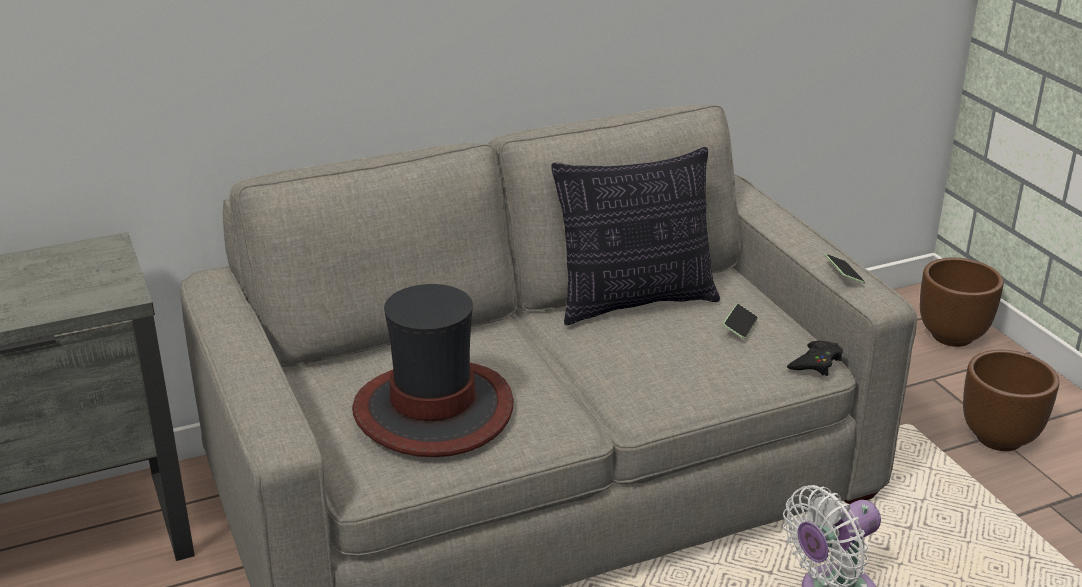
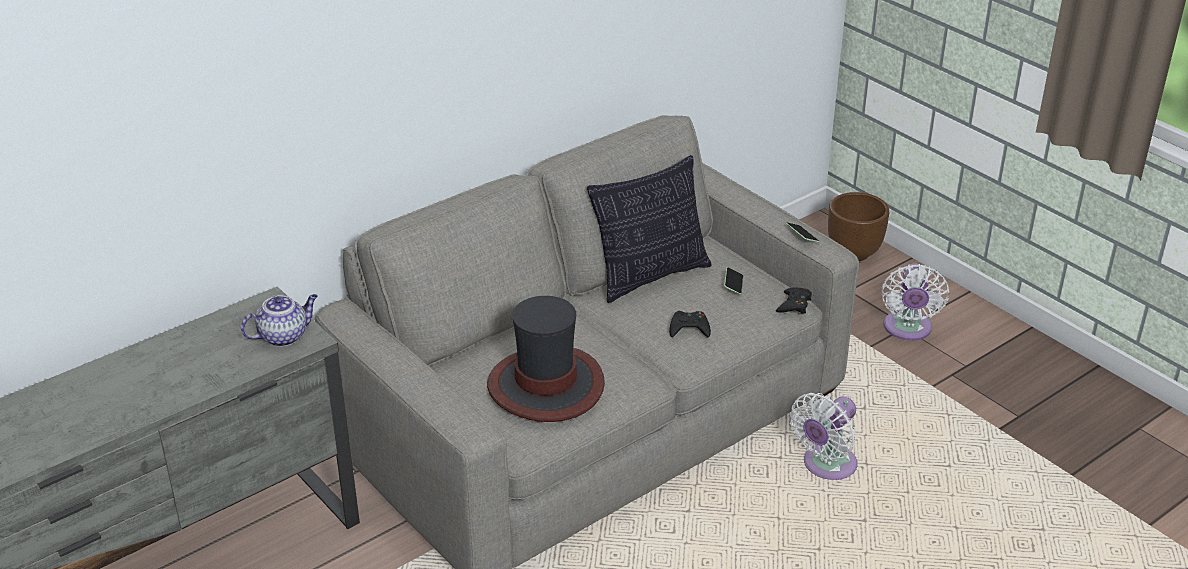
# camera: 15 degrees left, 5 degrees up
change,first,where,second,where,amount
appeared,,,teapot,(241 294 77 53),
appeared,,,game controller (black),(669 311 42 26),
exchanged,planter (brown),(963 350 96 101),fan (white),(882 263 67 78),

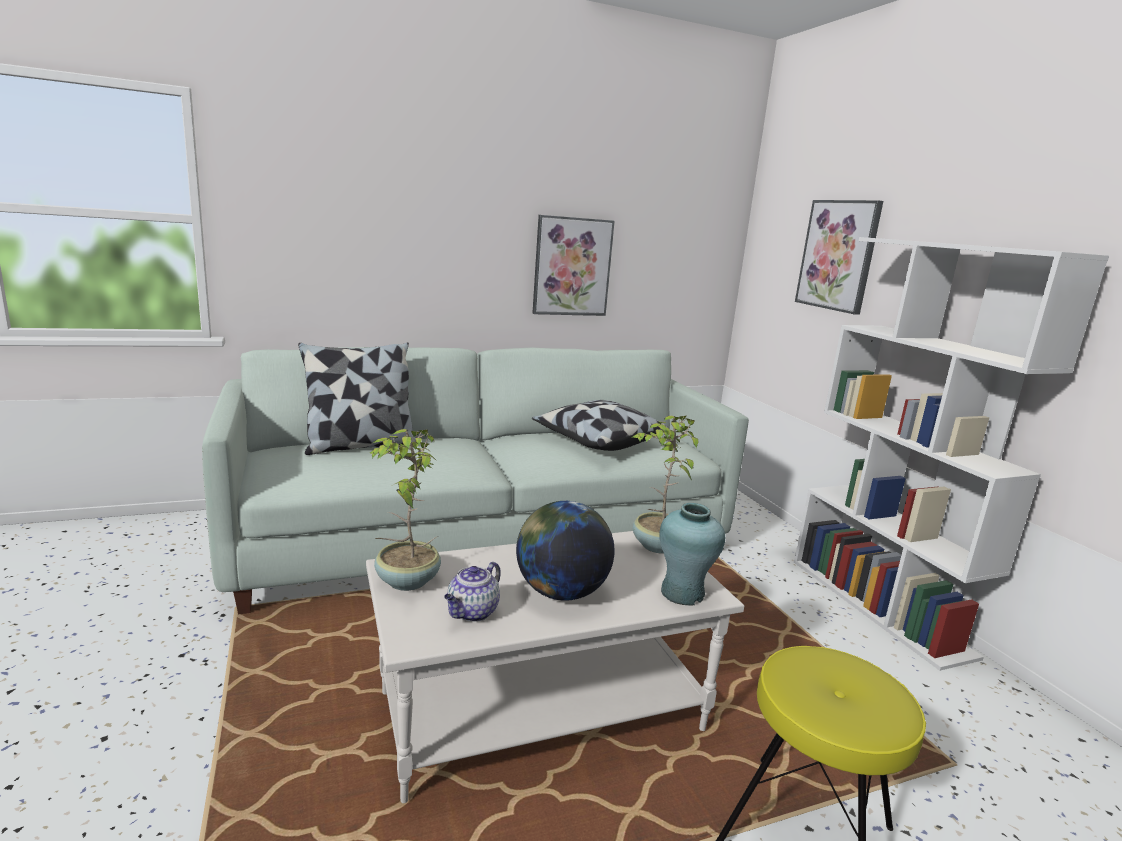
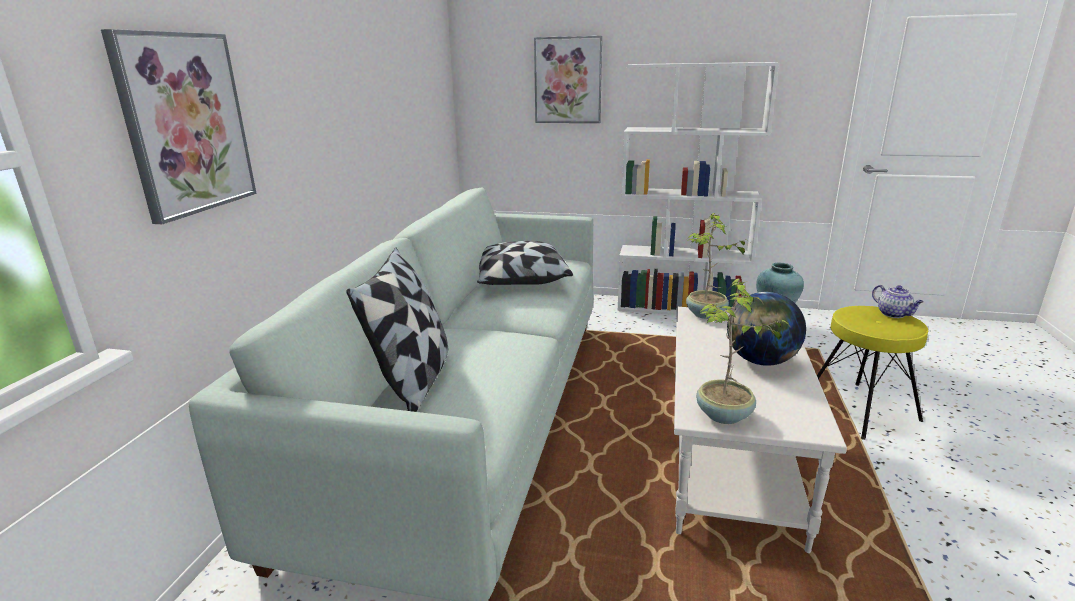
# camera: 55 degrees left, 5 degrees up
change,first,where,second,where,amount
relocated,teapot,(444 562 57 60),,(872 285 52 33),
relocated,picture,(533 215 82 101),,(101 29 156 195),

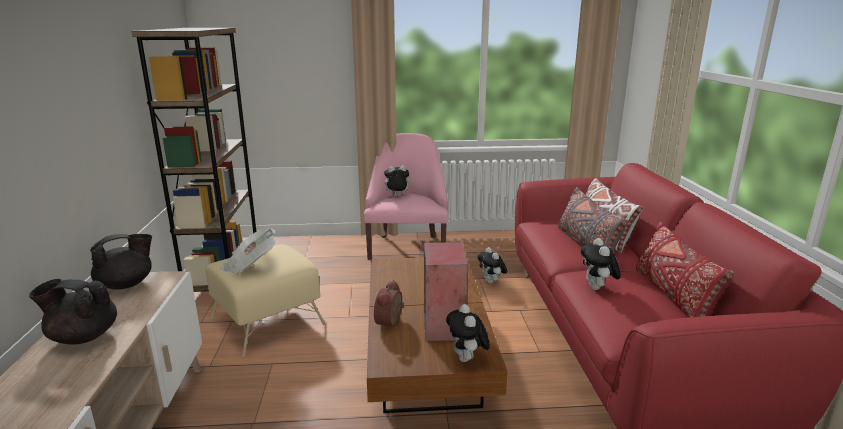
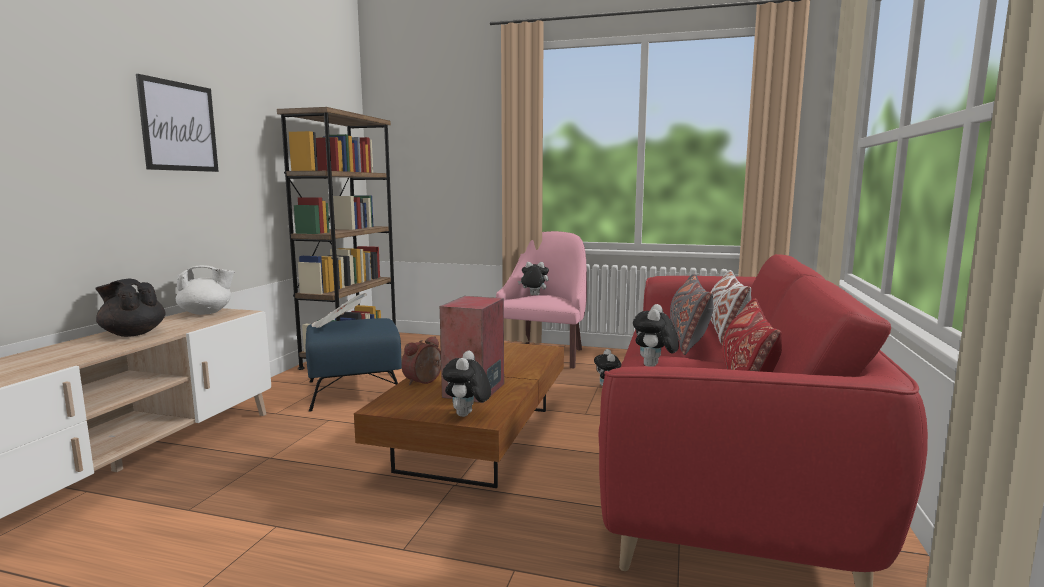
# camera: 20 degrees right, 10 degrees down
change,first,where,second,where,amount
appeared,,,picture,(136 74 83 98),
colour,teapot (black),(90 234 62 56),teapot (white),(176 265 59 50),
colour,ottoman (beige),(206 244 120 113),ottoman (blue),(306 318 96 94),

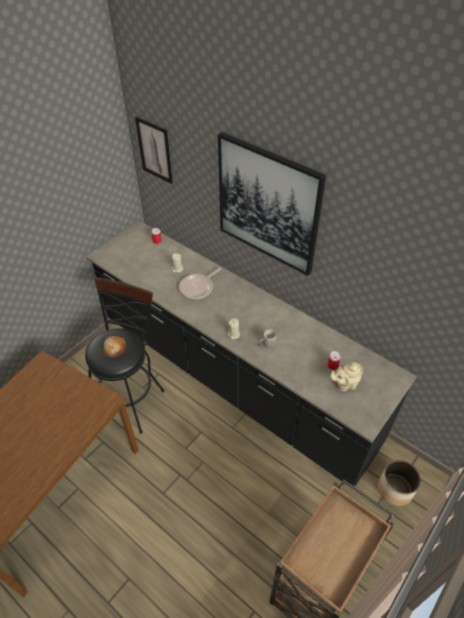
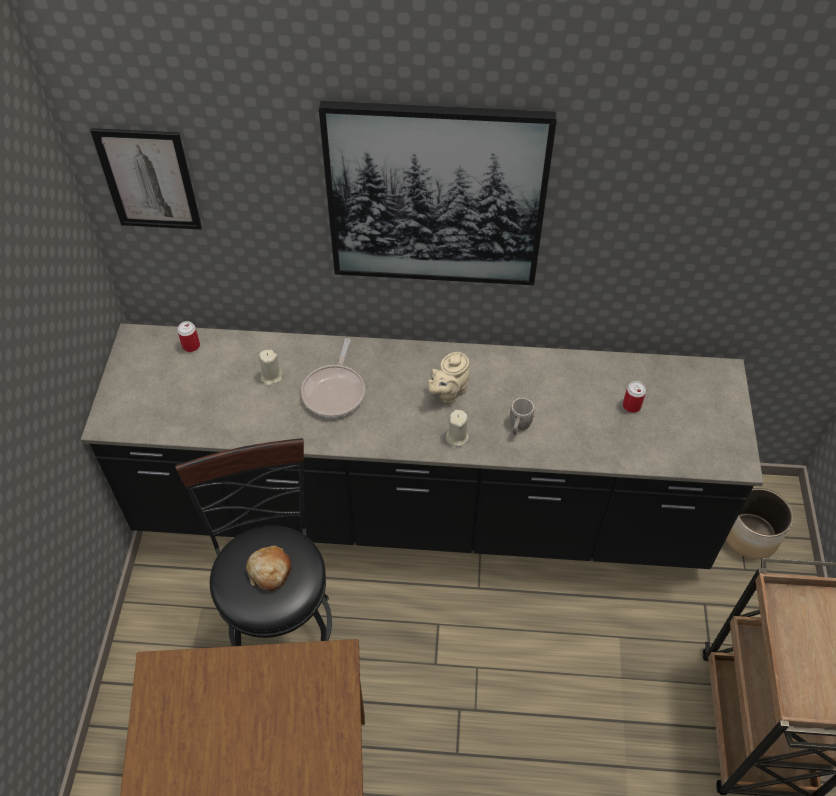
# camera: 35 degrees left, 5 degrees up
change,first,where,second,where,amount
relocated,teapot (beige),(330 363 33 28),,(428 352 42 52),

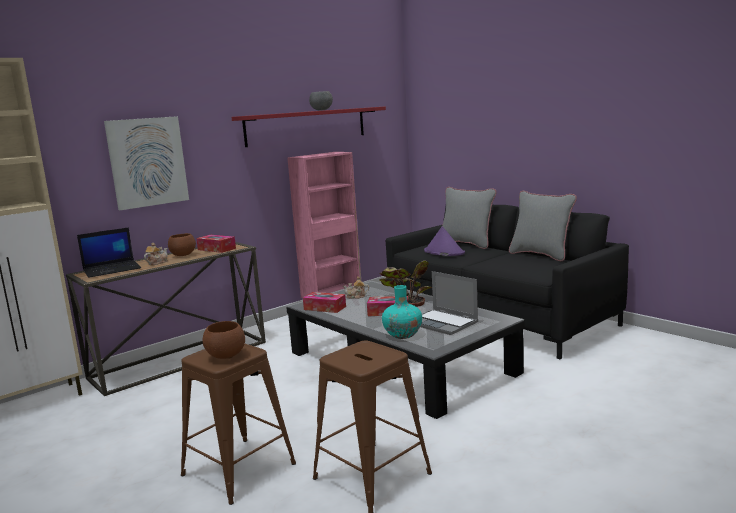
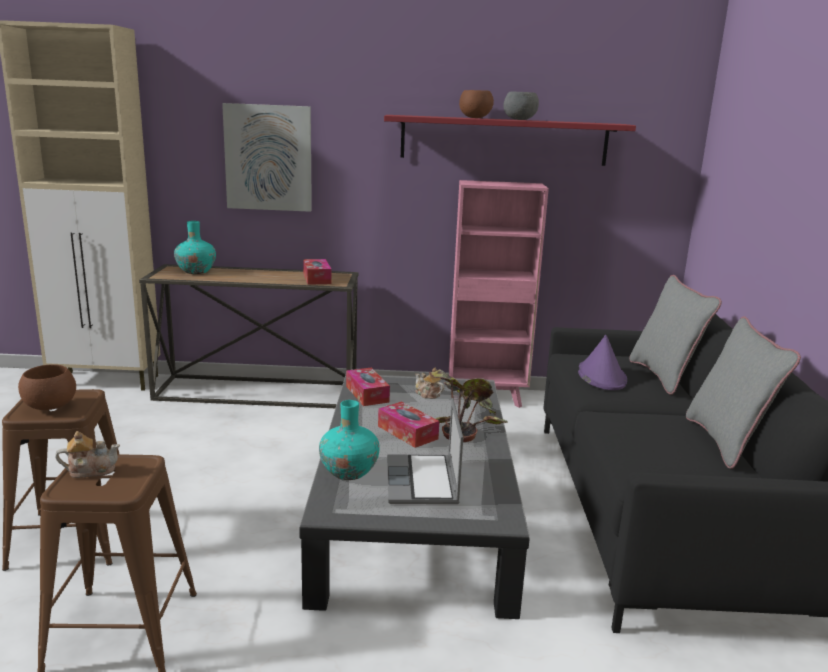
# camera: 40 degrees right, 5 degrees up
change,first,where,second,where,amount
relocated,teapot,(144 243 24 22),,(55 431 65 47),
relocated,bowl (brown),(168 233 28 23),,(459 90 35 28),
exchanged,laptop,(77 227 64 51),vase (turquoise),(174 221 42 53),

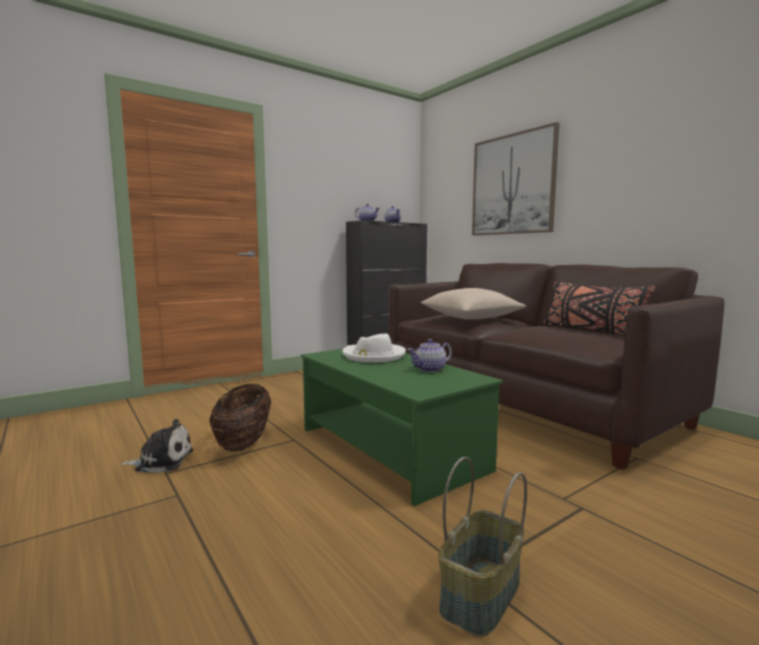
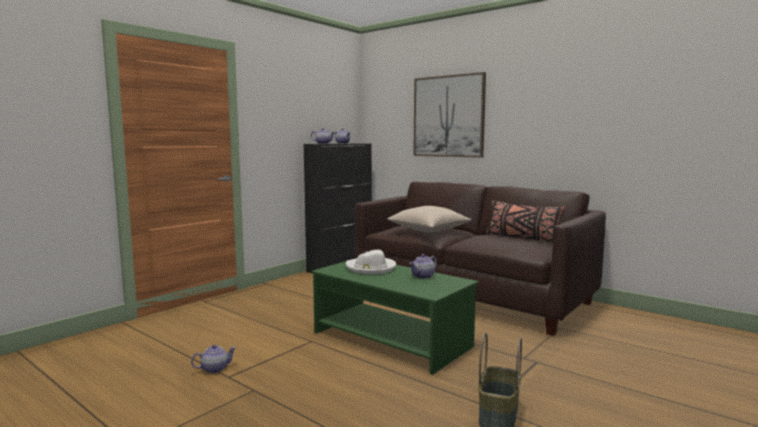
# camera: 15 degrees left, 0 degrees up
change,first,where,second,where,amount
missing,basket,(209 384 62 68),,,
exchanged,plush toy,(120 419 73 54),teapot,(191 345 45 28),

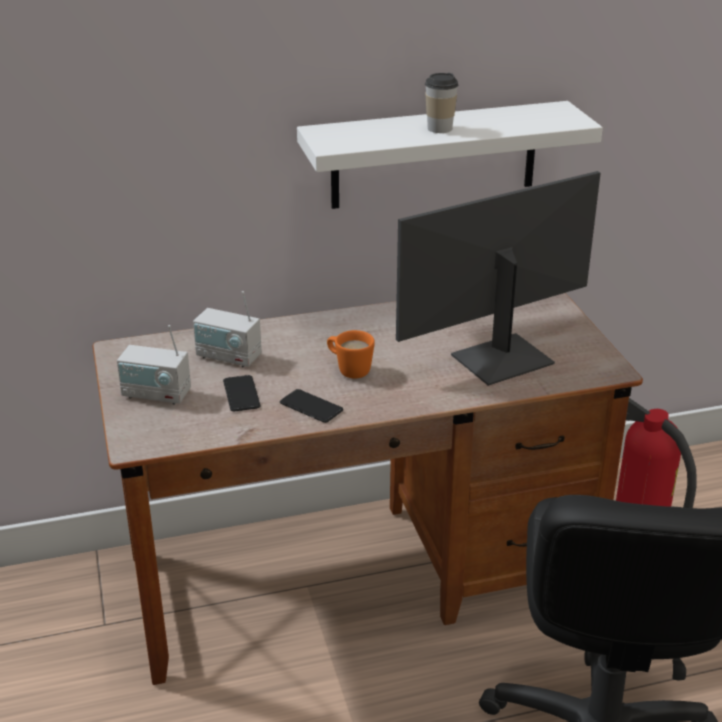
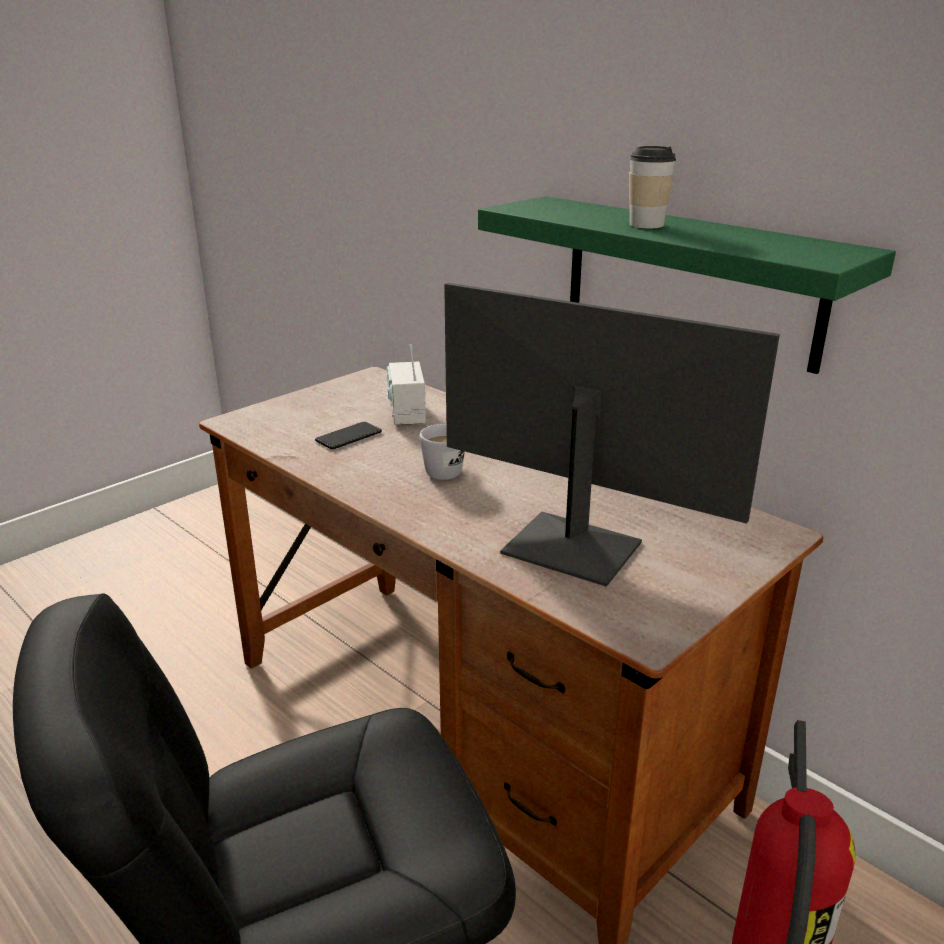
# camera: 60 degrees right, 5 degrees down
change,first,where,second,where,amount
missing,radio,(117 325 74 80),,,
missing,phone,(280 389 63 34),,,
colour,shelf (white),(297 101 306 108),shelf (green),(478 196 418 178),
colour,mug (orange),(327 330 48 48),mug (white),(420 424 45 56),

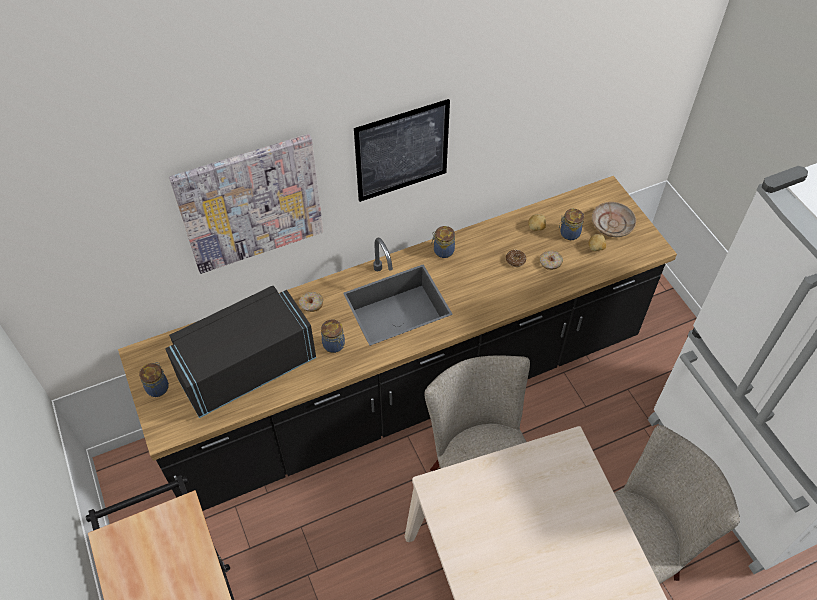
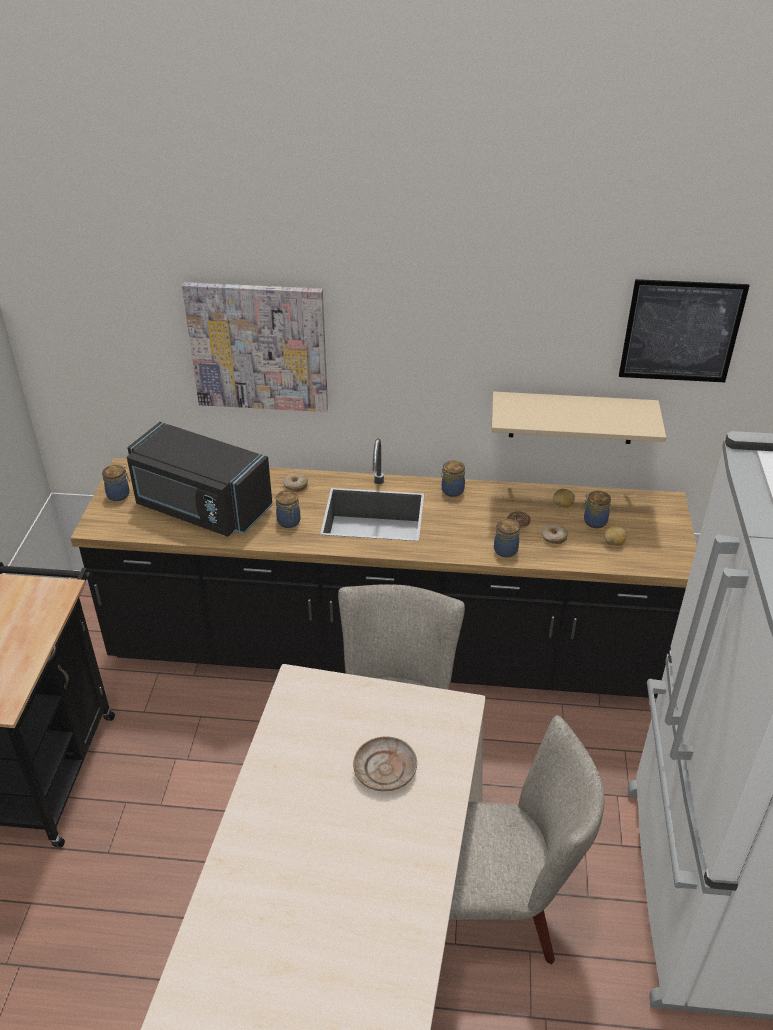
# camera: 30 degrees right, 15 degrees down
change,first,where,second,where,amount
appeared,,,shelf (beige),(492 392 174 52),
appeared,,,jar,(494 518 26 39),
relocated,picture,(354 99 96 103),,(619 279 131 103),
relocated,plate (beige),(592 202 44 35),,(353 736 64 55),
spun,microwave (black),(165 286 151 132),,(127 422 146 115),150 degrees counterclockwise

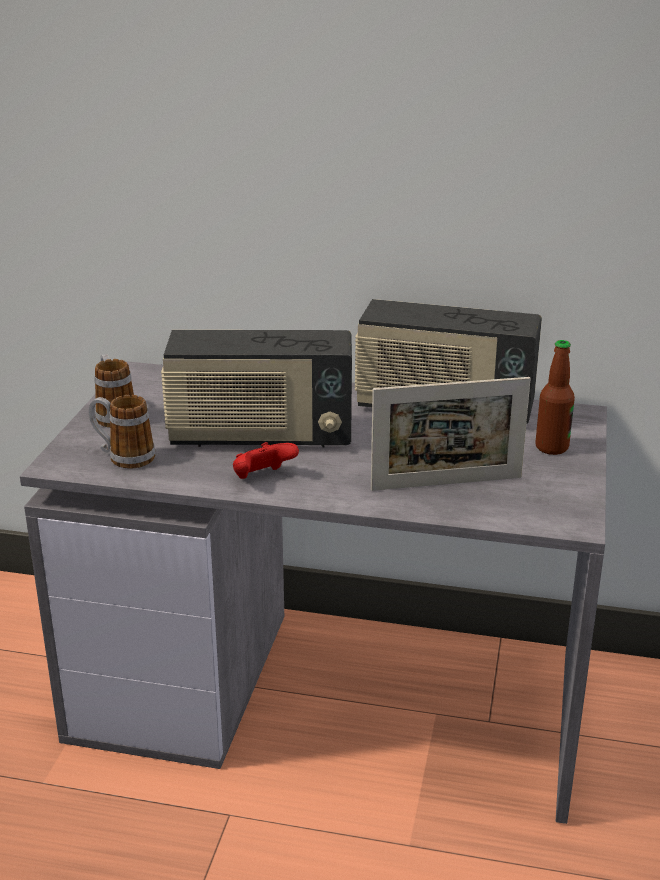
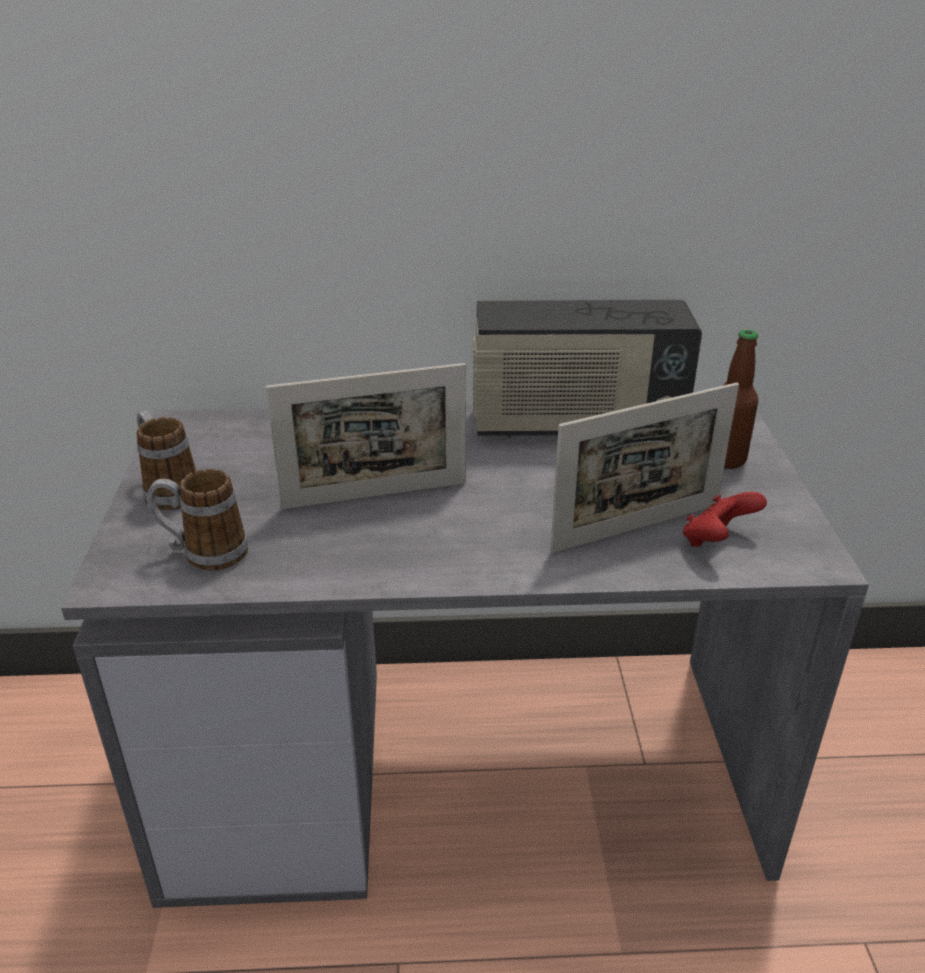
# camera: 15 degrees left, 5 degrees up
change,first,where,second,where,amount
relocated,game controller (red),(233 442 66 37),,(683 492 84 55),
exchanged,radio,(161 330 191 118),picture frame,(266 363 200 146),

